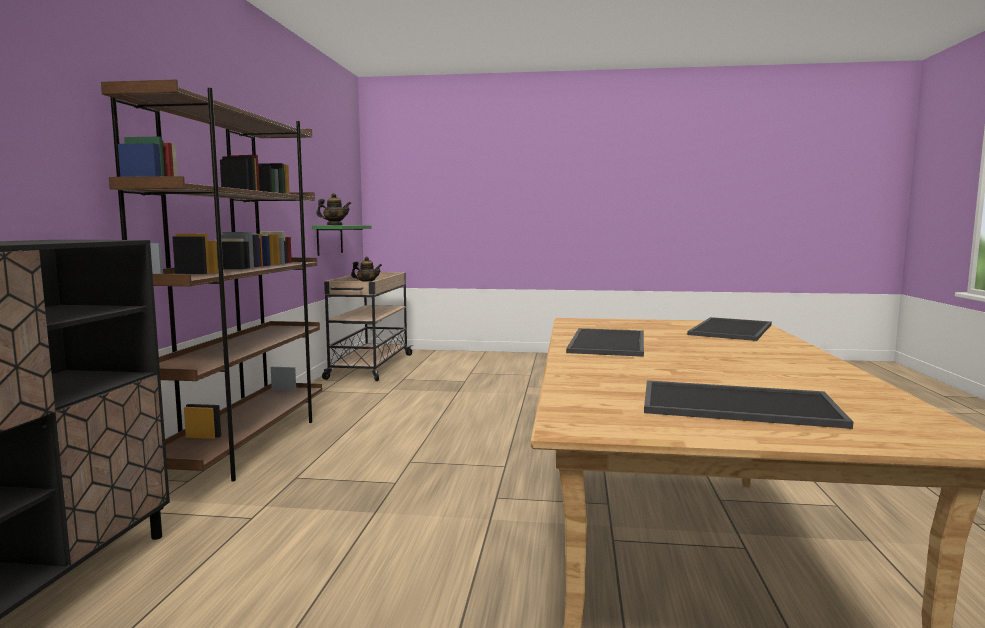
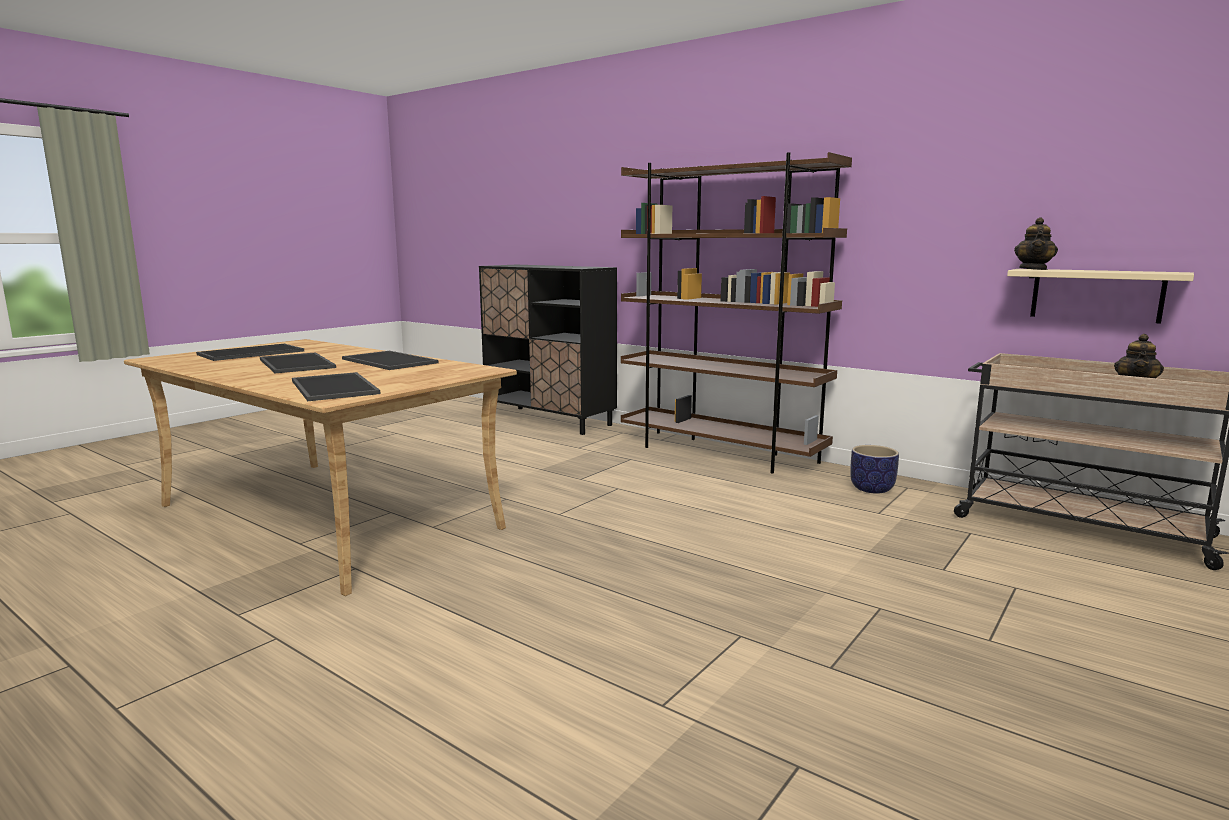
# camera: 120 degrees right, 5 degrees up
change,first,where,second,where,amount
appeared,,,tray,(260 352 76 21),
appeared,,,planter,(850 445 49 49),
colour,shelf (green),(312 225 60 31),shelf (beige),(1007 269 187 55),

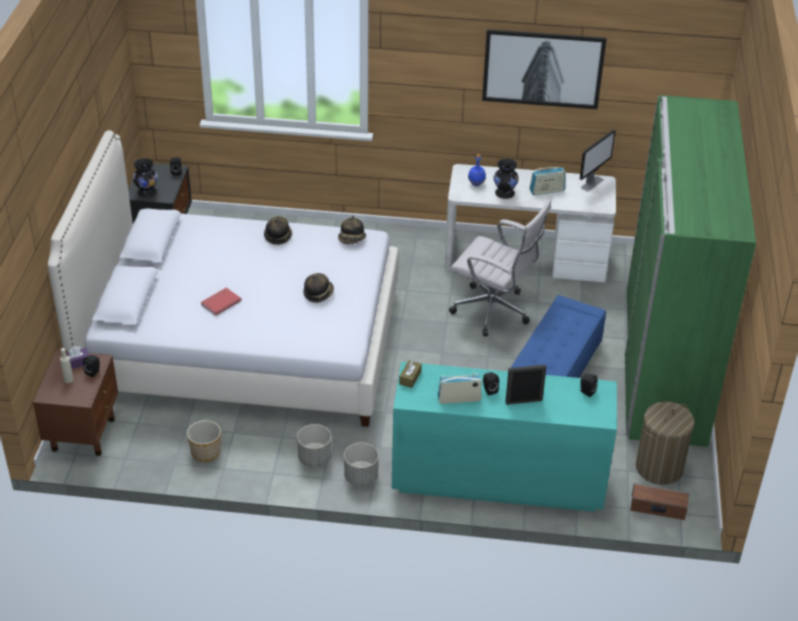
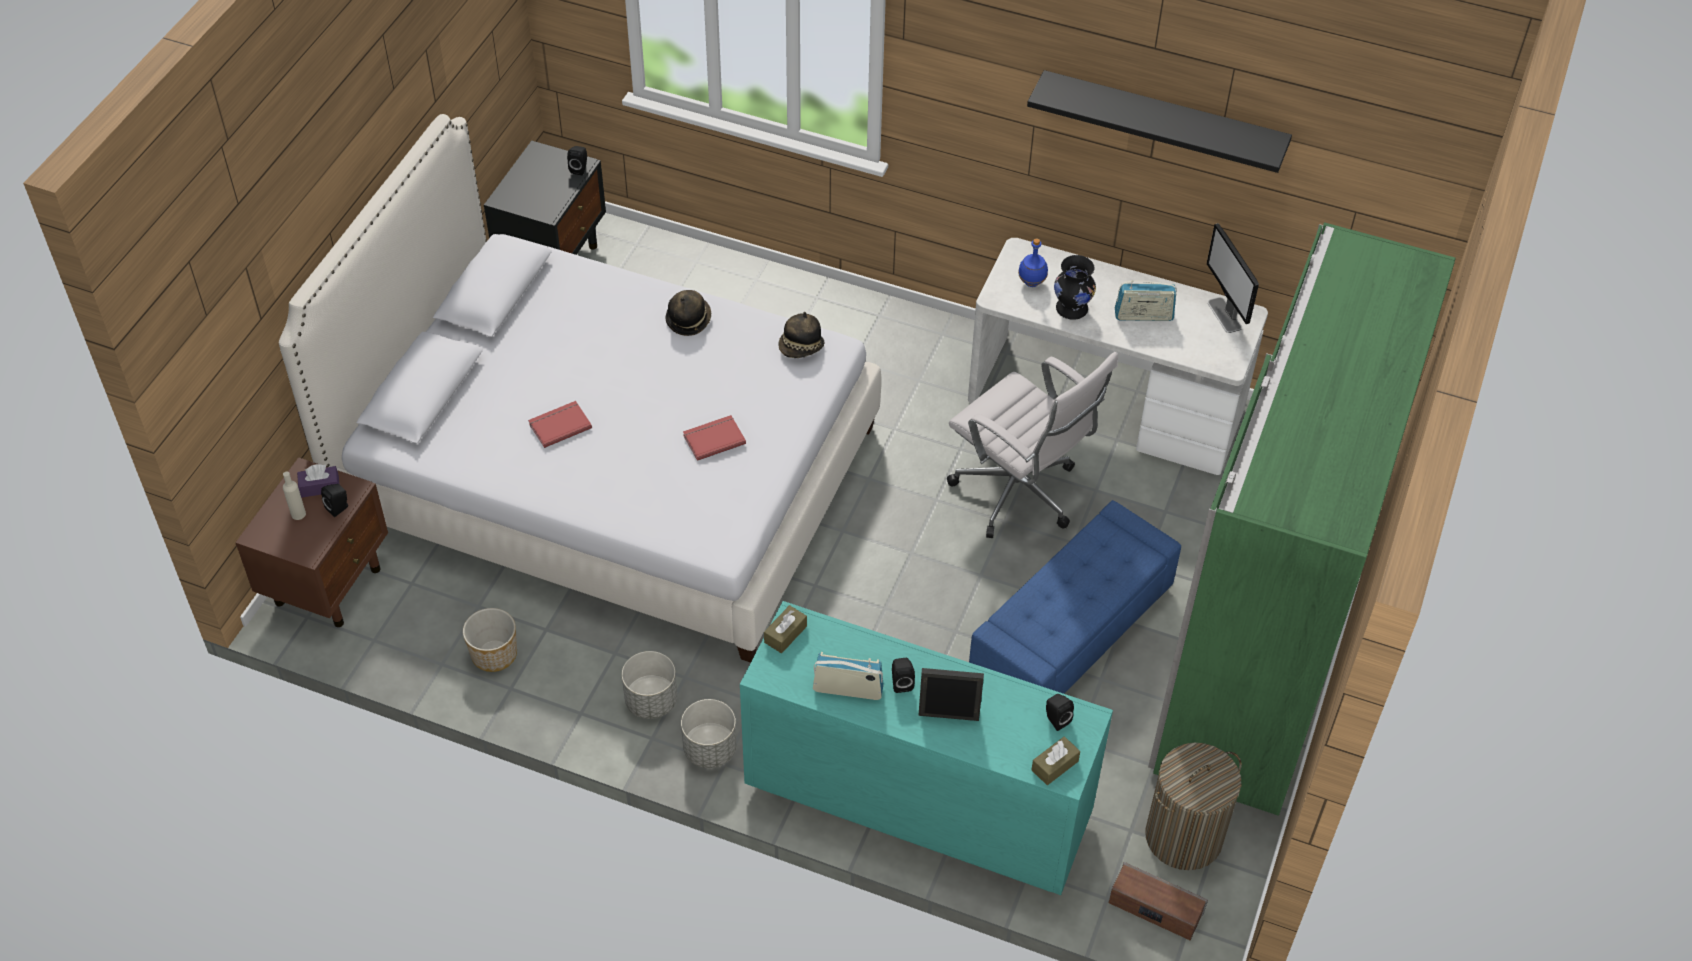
# camera: 15 degrees right, 10 degrees up
change,first,where,second,where,amount
missing,vase (black),(133 158 25 40),,,
appeared,,,tissue box (brown),(1031 736 49 49),
exchanged,hat,(303 273 31 30),book (red),(683 415 63 46),
exchanged,picture,(482 29 125 80),shelf (black),(1027 70 265 103),
spun,monitor,(580 130 36 62),,(1207 223 52 110),105 degrees clockwise

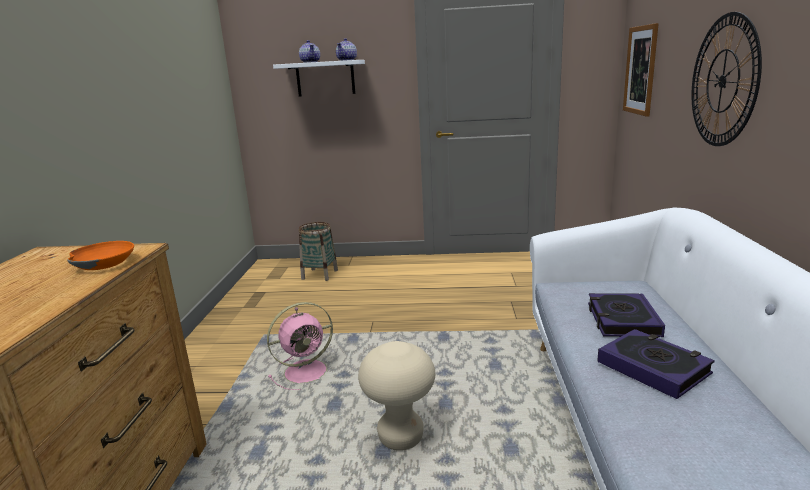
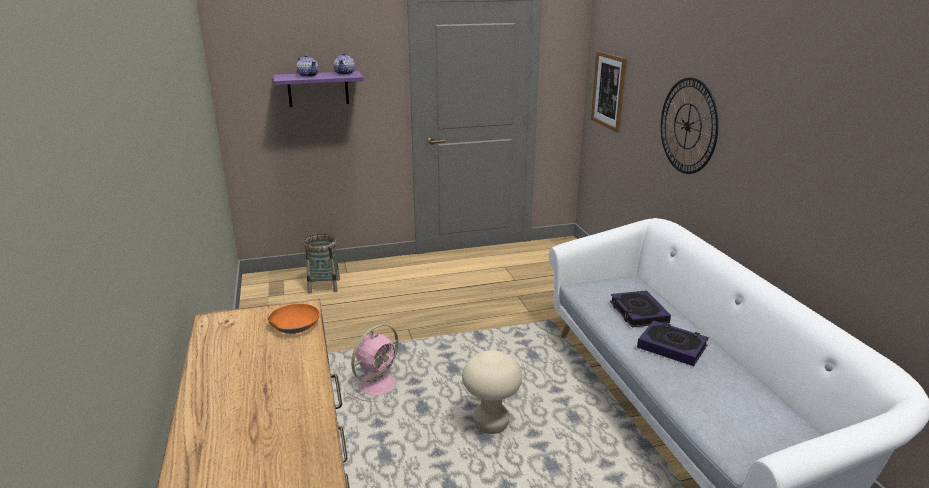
# camera: 20 degrees left, 5 degrees up
change,first,where,second,where,amount
colour,shelf (white),(273 60 92 37),shelf (purple),(274 71 90 36),

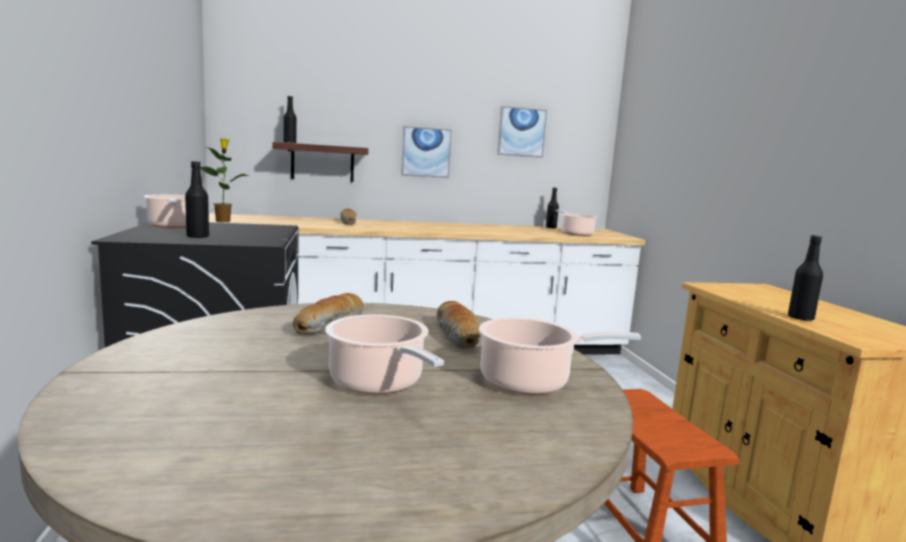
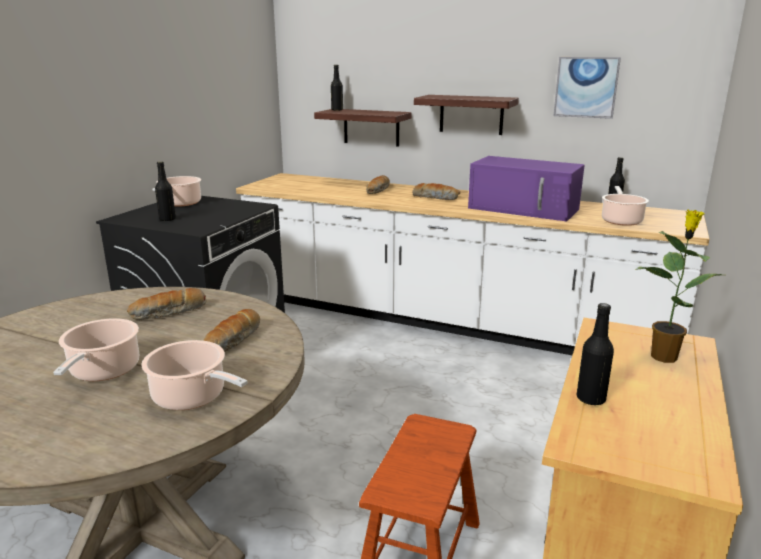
# camera: 35 degrees right, 10 degrees up
change,first,where,second,where,amount
appeared,,,bread,(413 183 47 17),
appeared,,,microwave (purple),(468 156 117 66),
relocated,potted plant,(200 138 49 84),,(637 210 84 153),
exchanged,picture,(401 126 51 52),shelf,(414 95 105 40),

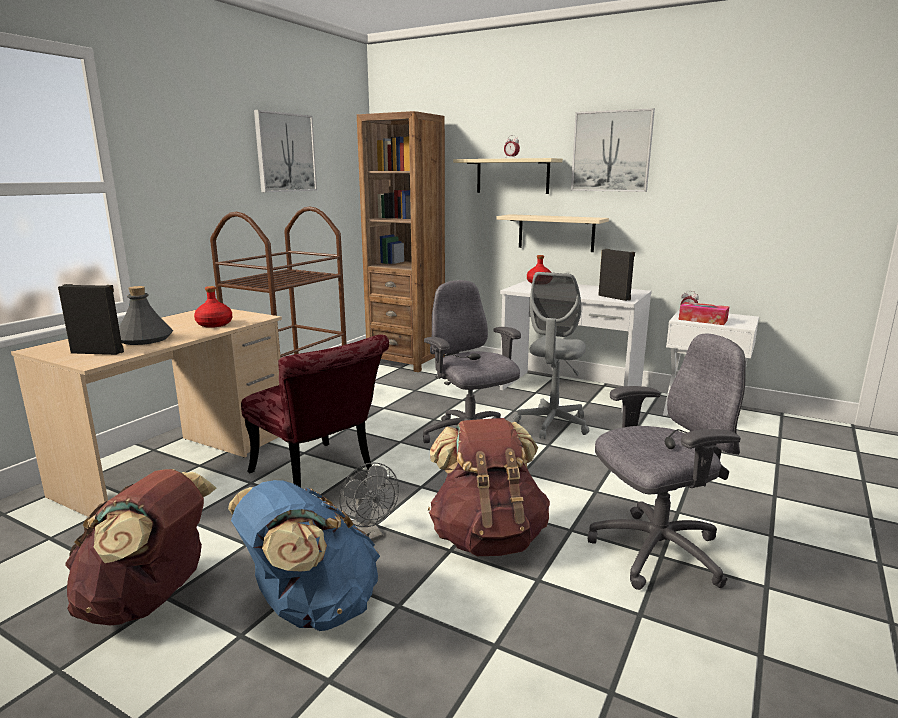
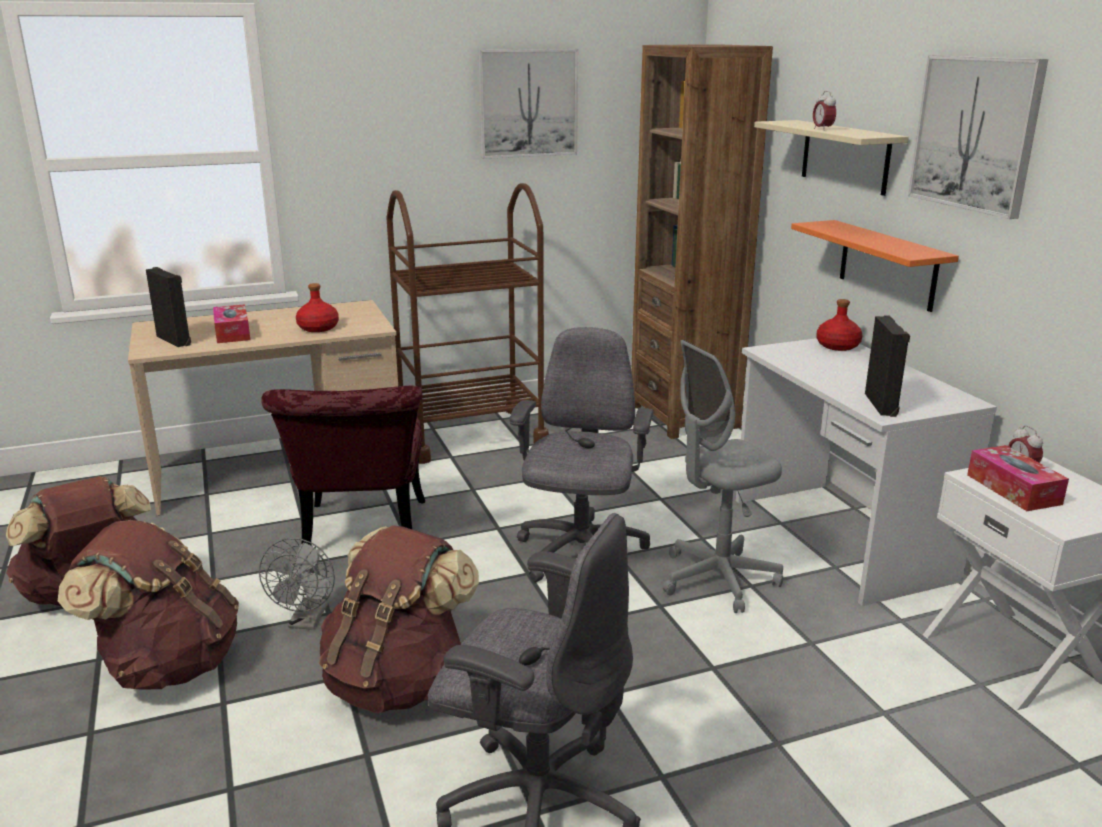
# camera: 40 degrees right, 5 degrees up
change,first,where,second,where,amount
exchanged,bottle (grey),(119 286 54 59),tissue box,(213 304 37 39),
colour,backpack (blue),(228 480 152 151),backpack (brown),(58 520 181 169),
colour,shelf (beige),(496 214 113 38),shelf (orange),(791 220 168 92),

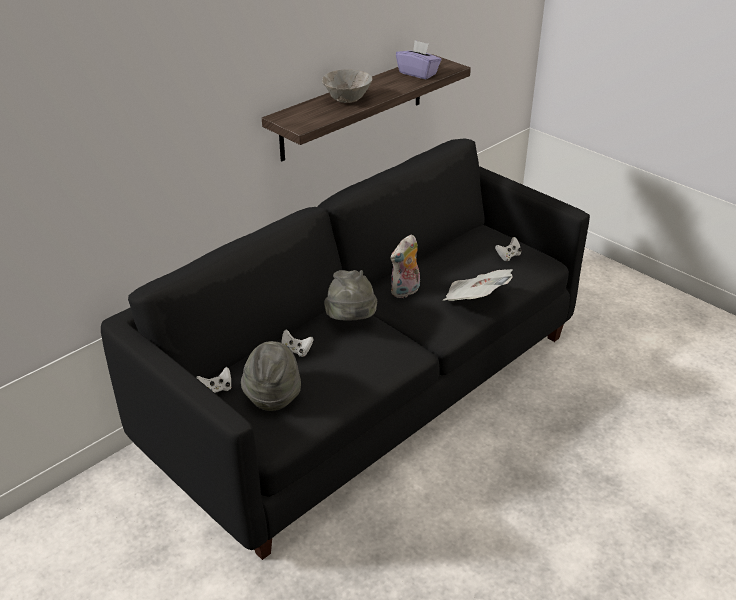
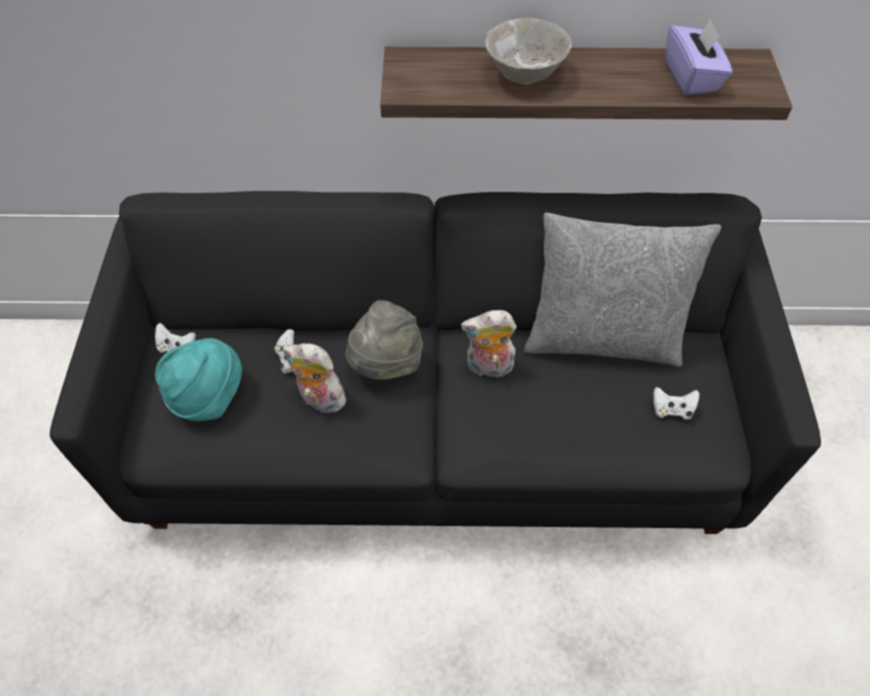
# camera: 45 degrees right, 20 degrees up
change,first,where,second,where,amount
missing,newspaper,(443 269 70 32),,,
appeared,,,plush toy,(282 343 64 70),
appeared,,,pillow (grey),(524 213 197 154),
colour,hat (grey),(241 341 60 70),hat (turquoise),(155 338 87 83),

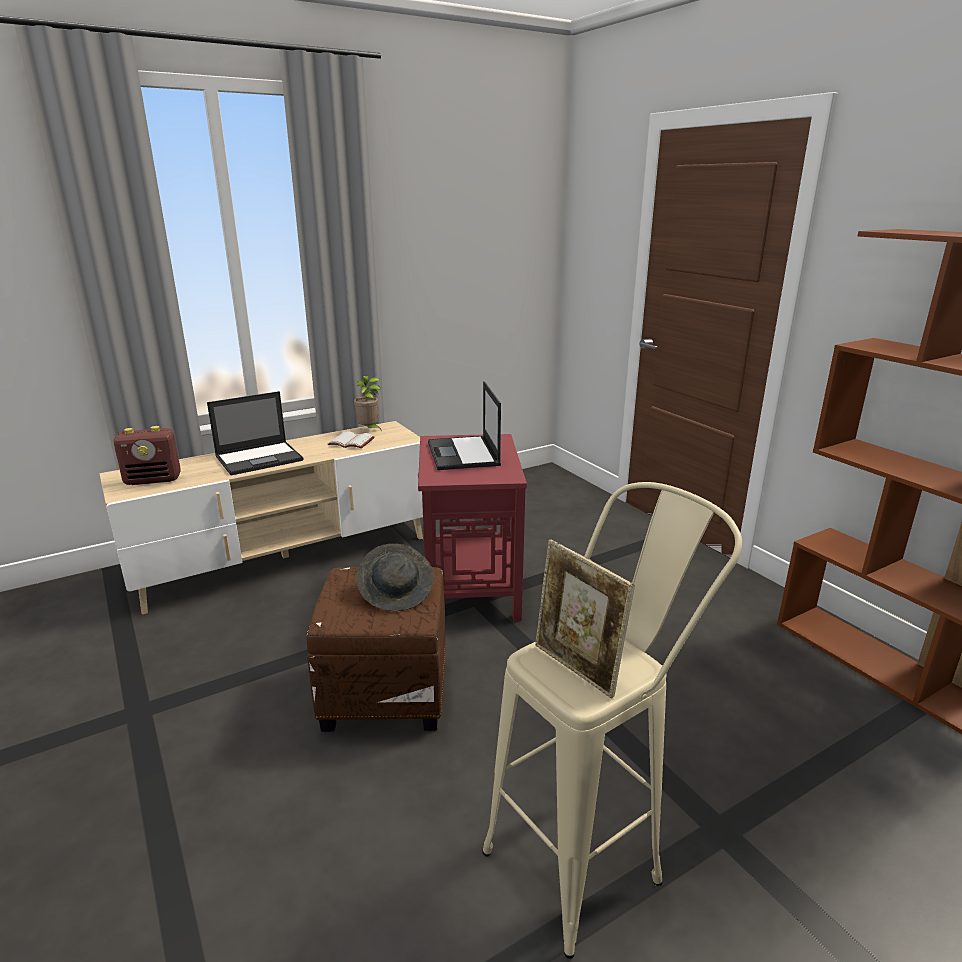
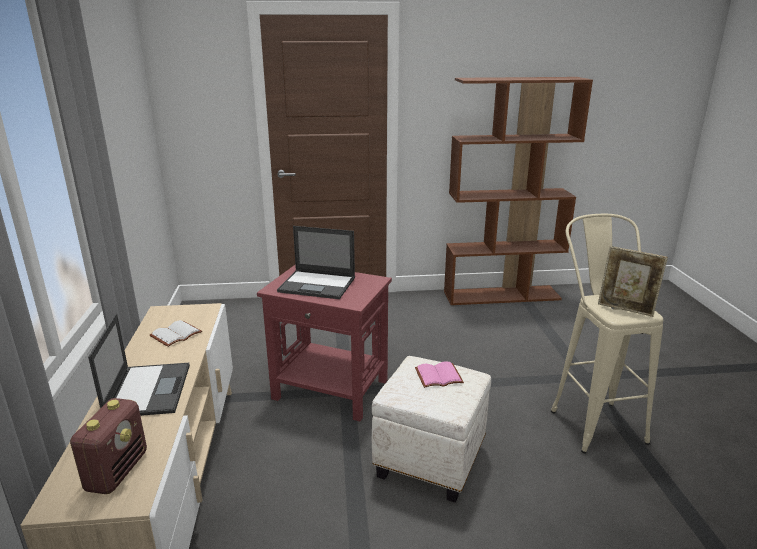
# camera: 65 degrees left, 0 degrees up
change,first,where,second,where,amount
missing,potted plant,(354 376 28 55),,,
exchanged,hat (grey),(356 544 78 67),book (pink),(415 361 49 27),
colour,ottoman (brown),(307 567 139 165),ottoman (white),(372 356 119 147),
spun,picture frame,(535 539 100 159),,(598 246 70 71),45 degrees clockwise

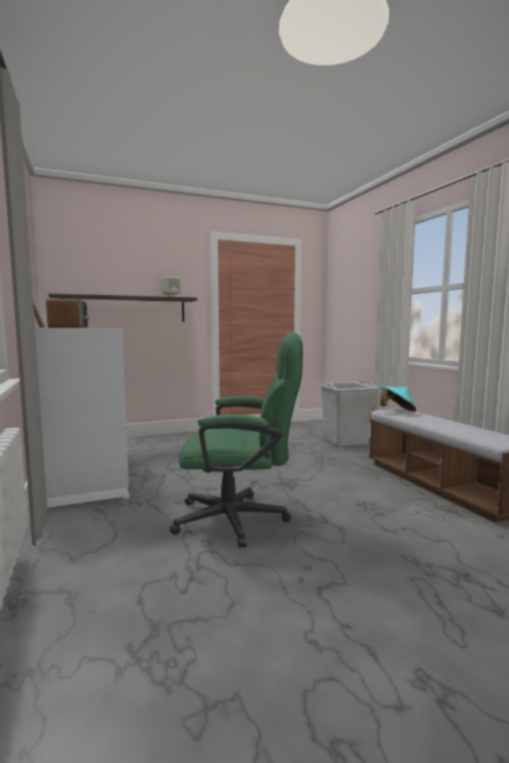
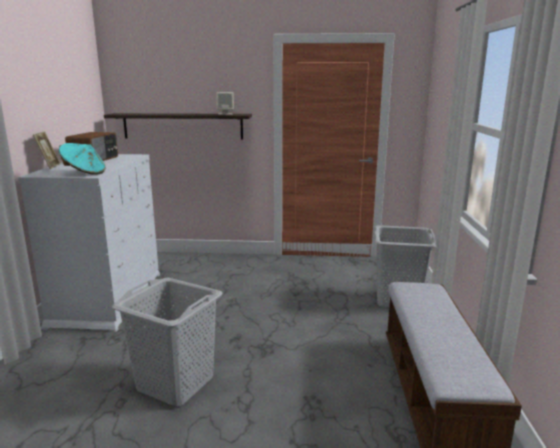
# camera: 25 degrees right, 10 degrees up
change,first,where,second,where,amount
relocated,hat (turquoise),(380 387 36 25),,(59 143 46 32),
exchanged,office chair (green),(169 332 134 216),laundry basket (grey),(112 277 110 130),

